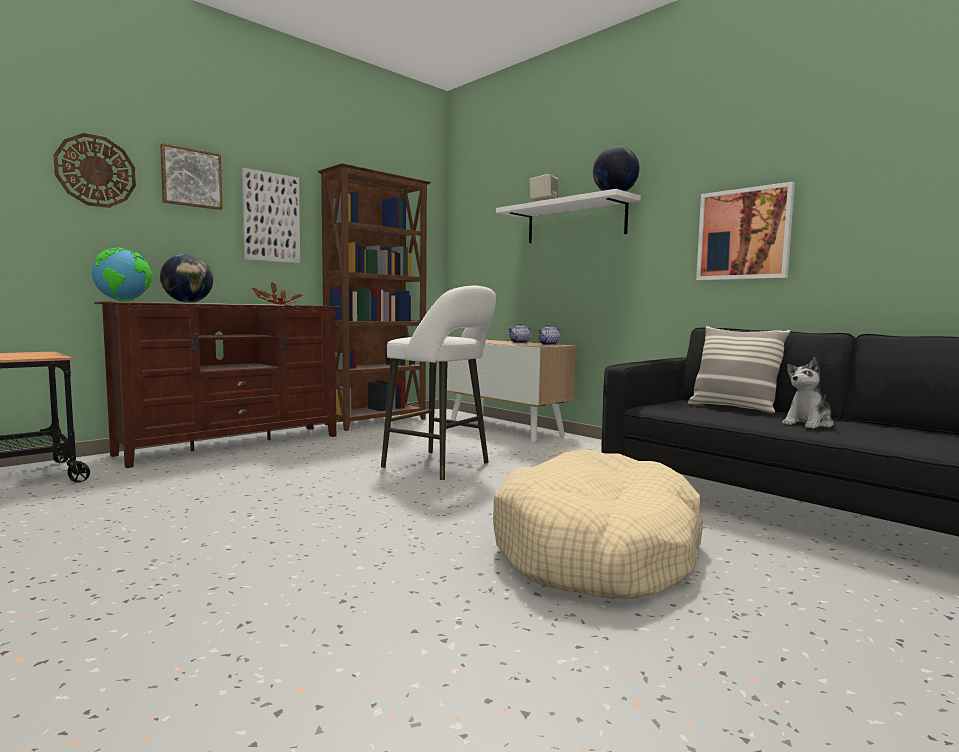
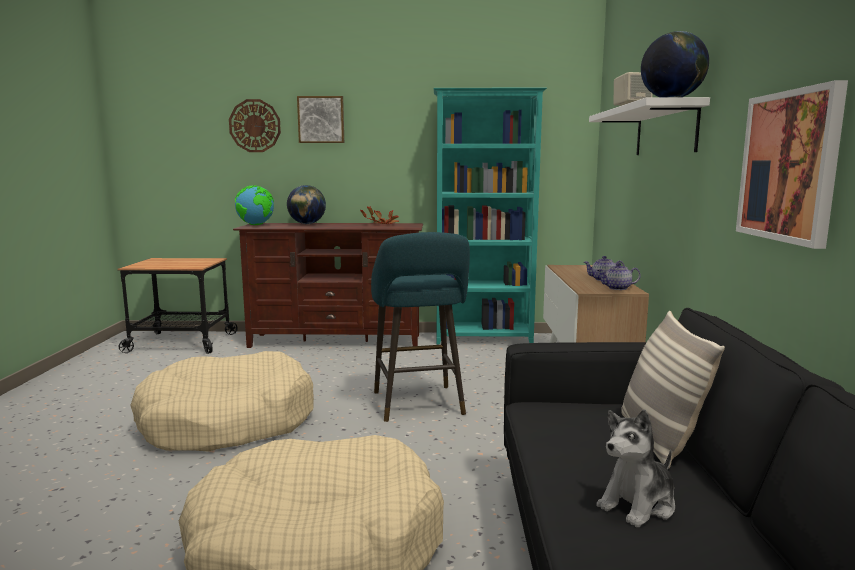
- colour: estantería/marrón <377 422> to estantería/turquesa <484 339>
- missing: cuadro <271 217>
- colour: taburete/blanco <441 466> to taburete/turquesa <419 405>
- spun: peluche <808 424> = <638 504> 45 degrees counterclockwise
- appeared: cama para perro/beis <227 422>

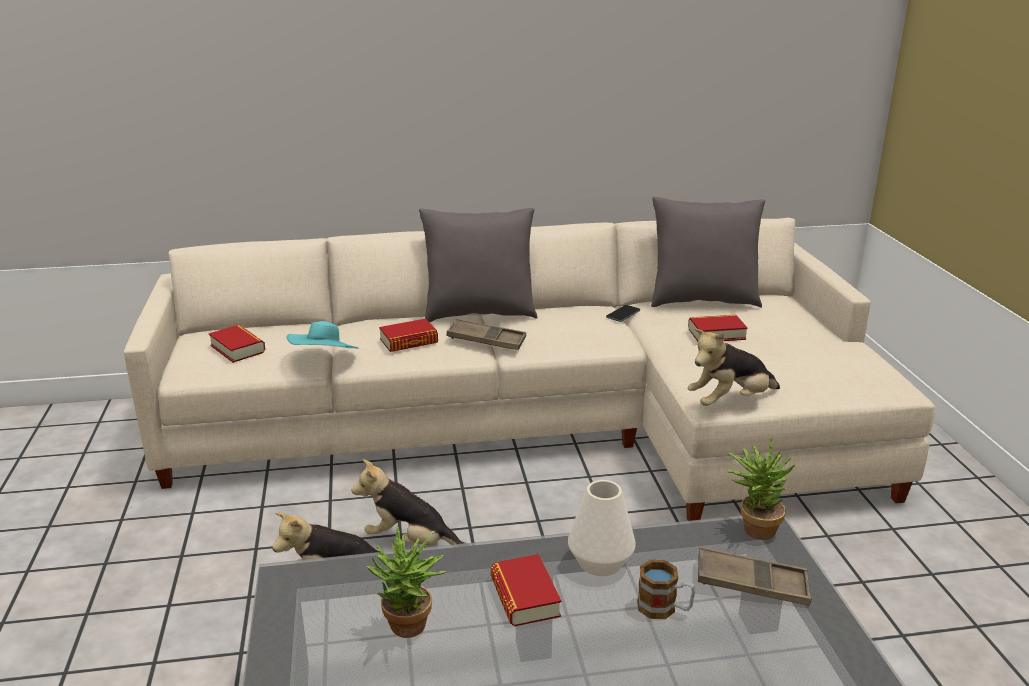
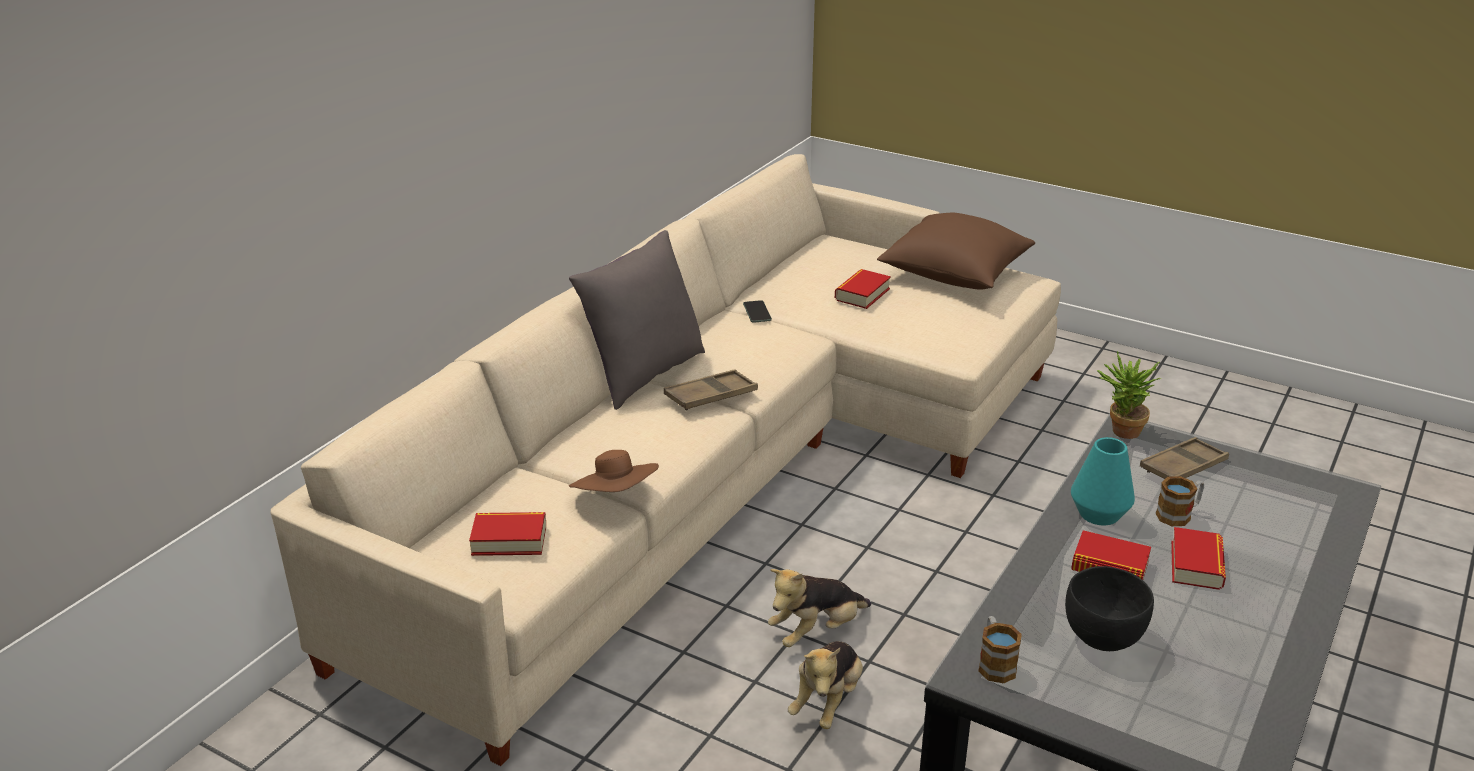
- missing: cojín/gris <702 301>
- relocated: libro <409 341> to <1196 565>
- colour: sombrero/turquesa <324 359> to sombrero/marrón <616 497>
- missing: peluche <730 402>
- colour: florero/blanco <600 562> to florero/turquesa <1099 514>
- exchanged: planta en maceta <409 631> to cuenco/negro <1102 638>
- appeared: cojín/marrón <954 274>
- appeared: taza grande <995 663>

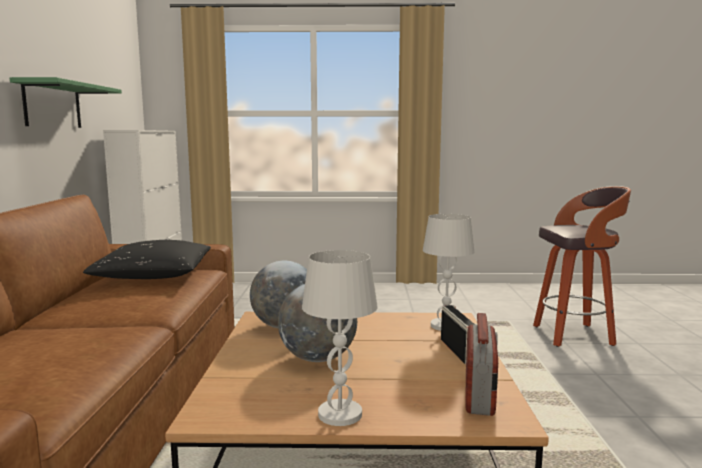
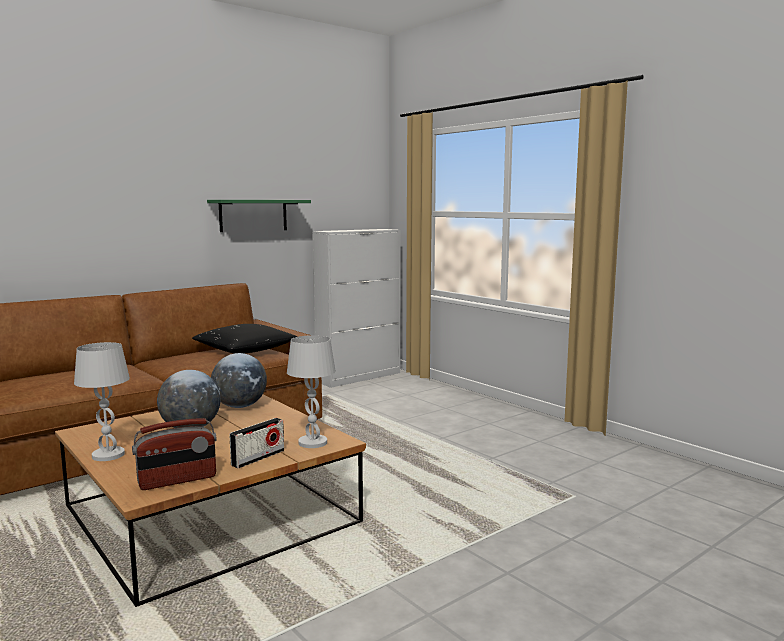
- missing: taburete <575 335>

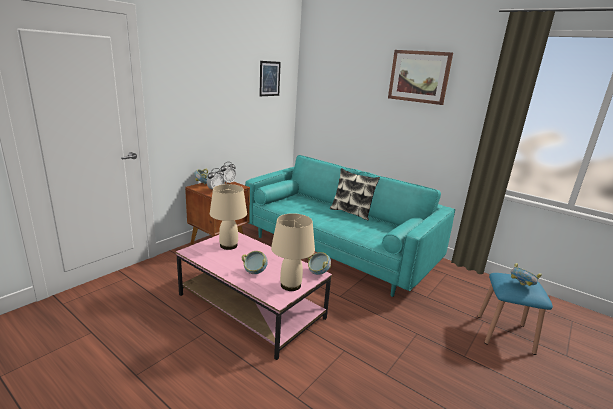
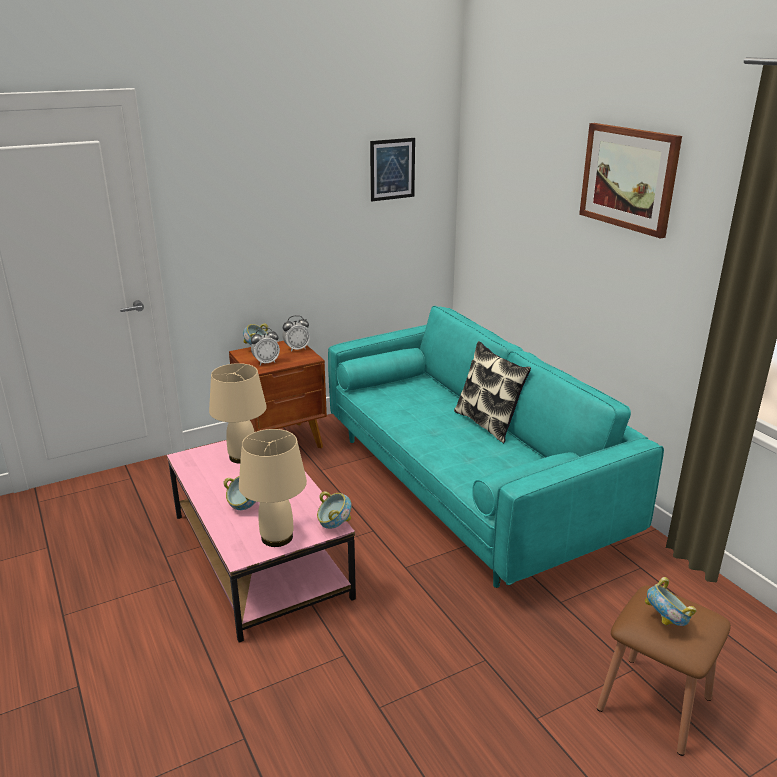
- colour: taburete/azul <504 334> to taburete/marrón <654 703>

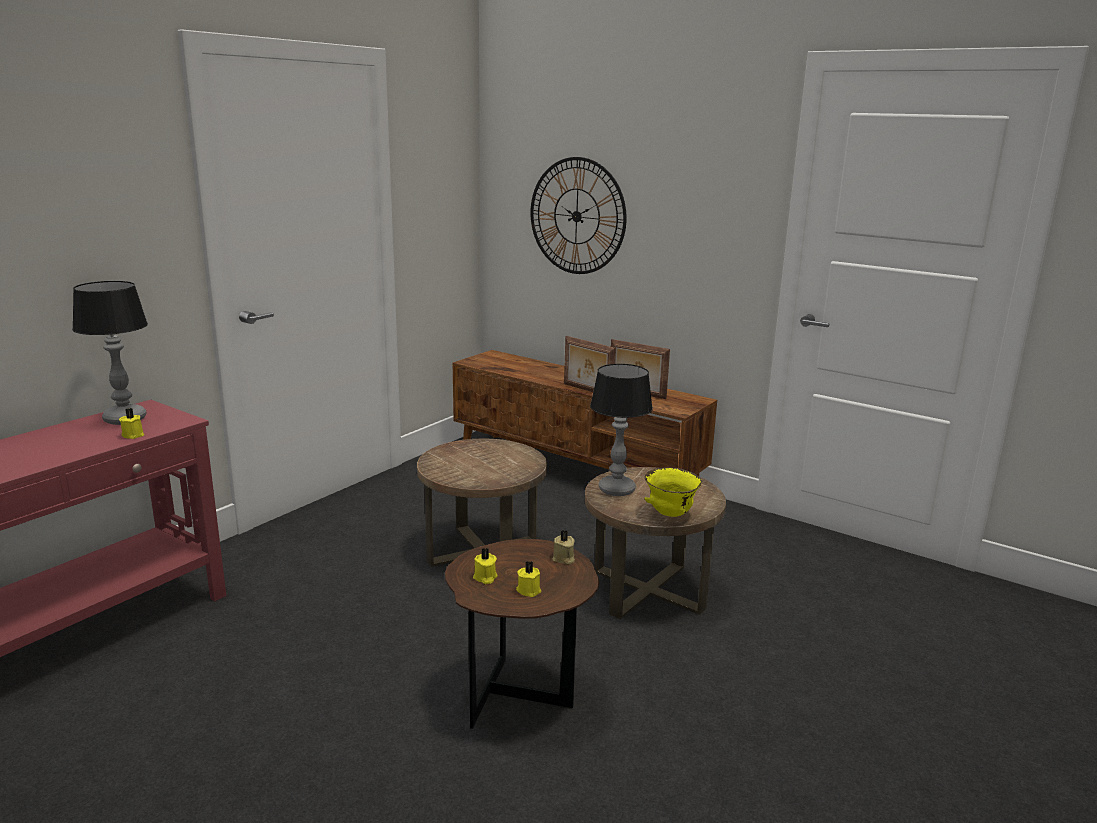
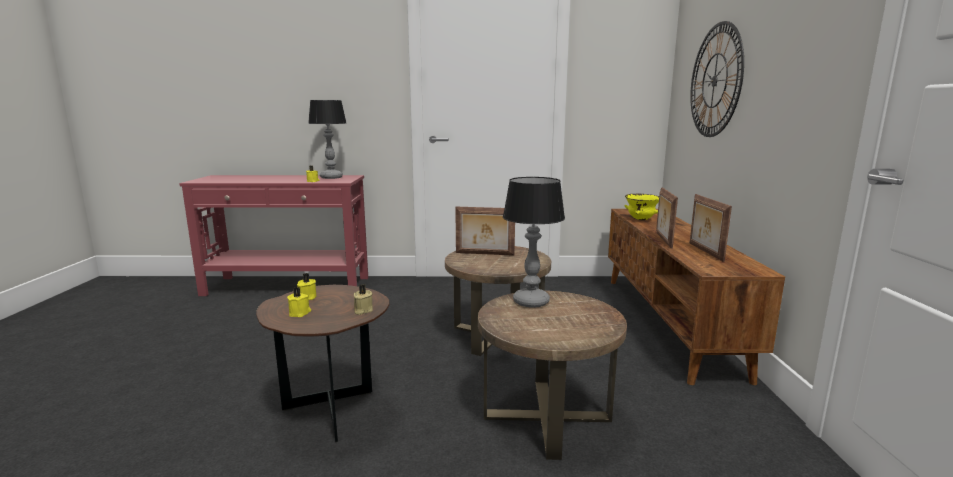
- relocated: cuenco/amarillo <670 514> to <640 220>
- appeared: portarretratos <484 254>

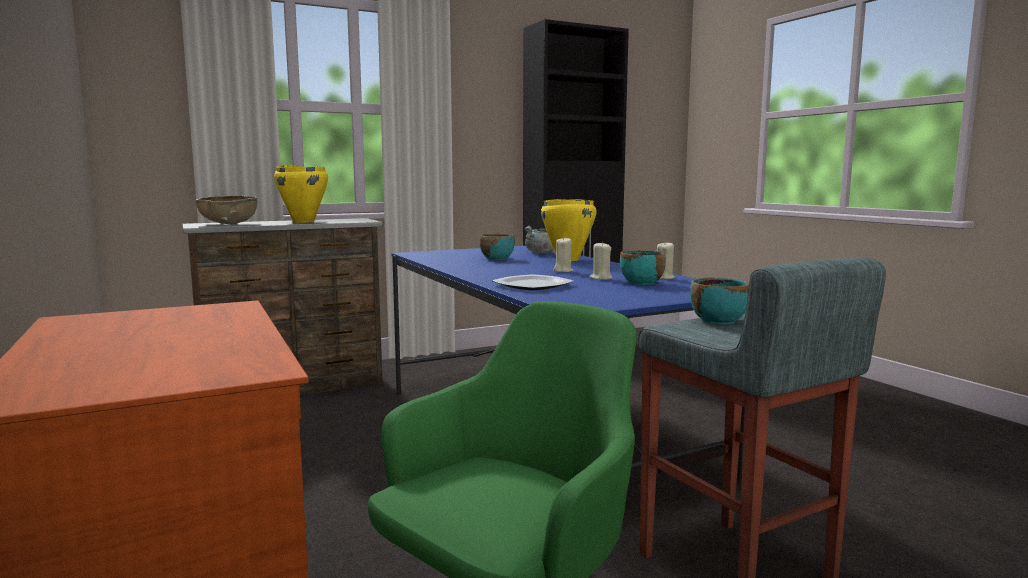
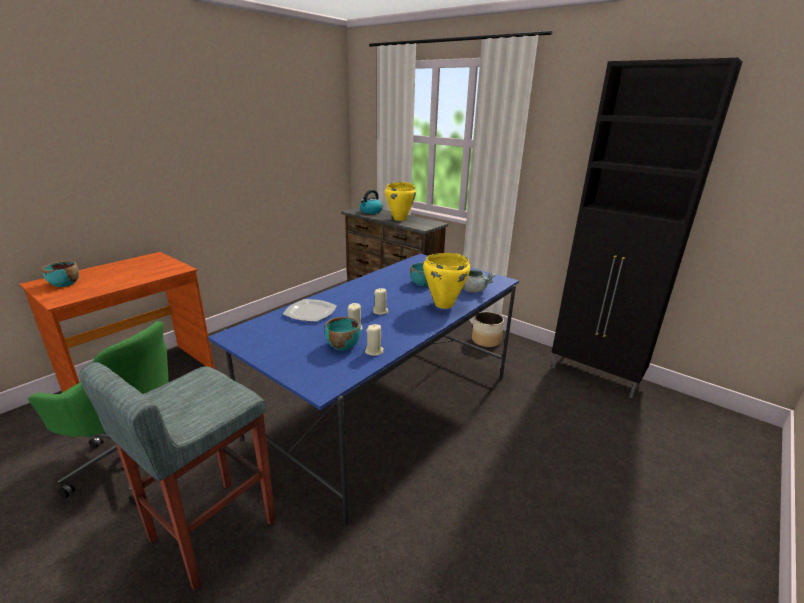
- exchanged: cuenco/marrón <229 223> to hervidor <371 211>
- relocated: cuenco/turquesa <719 320> to <64 284>
- appeared: maceta <486 341>

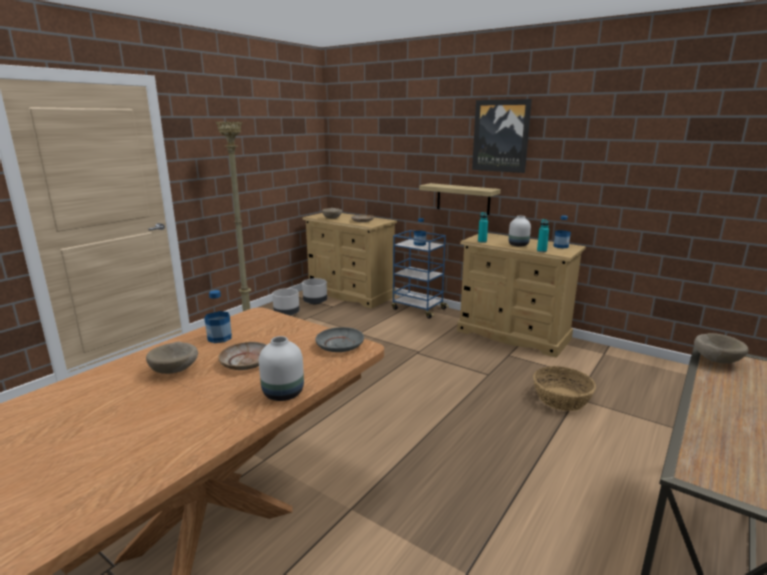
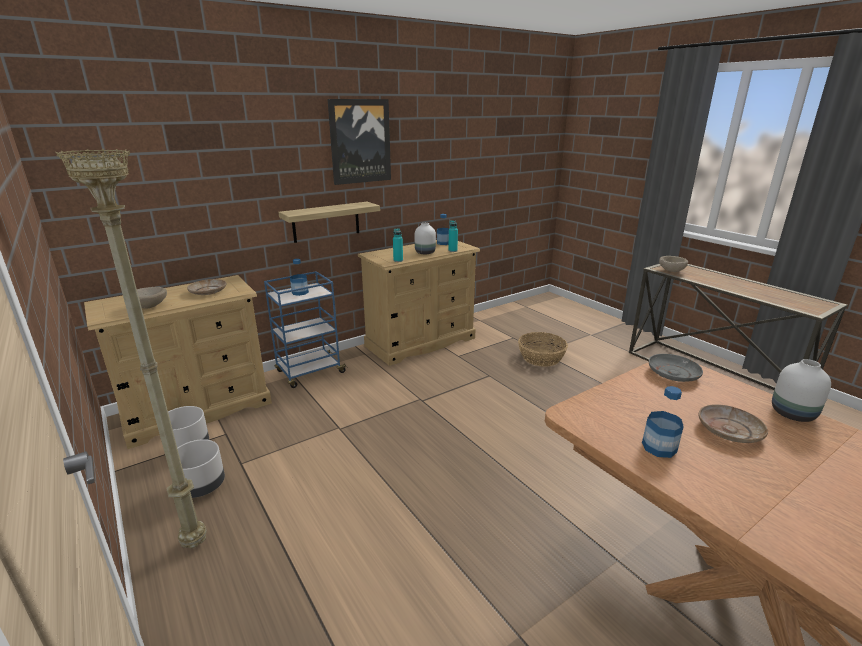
- missing: cuenco/beis <176 371>

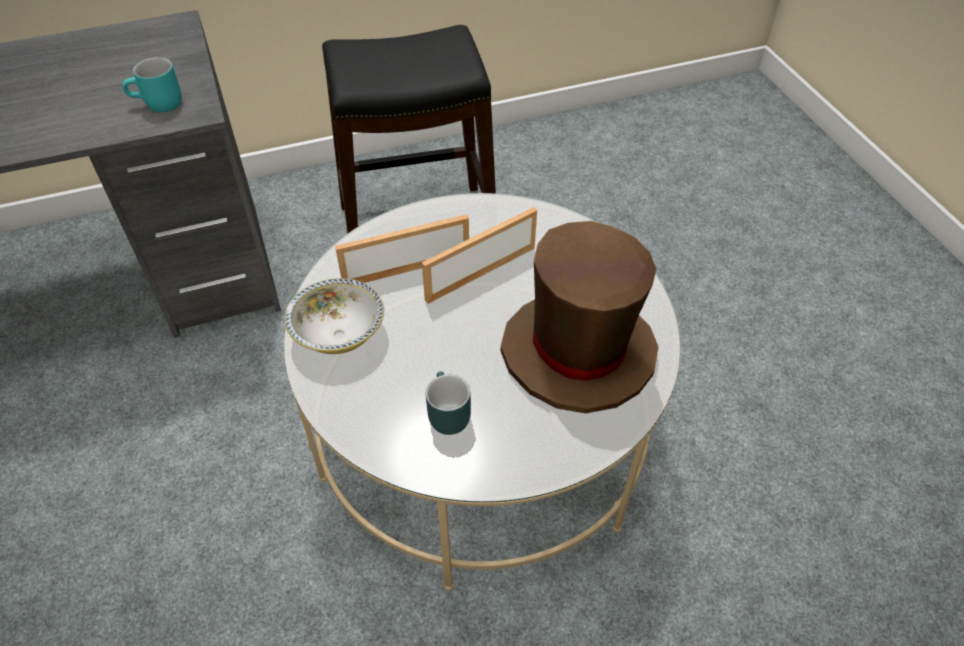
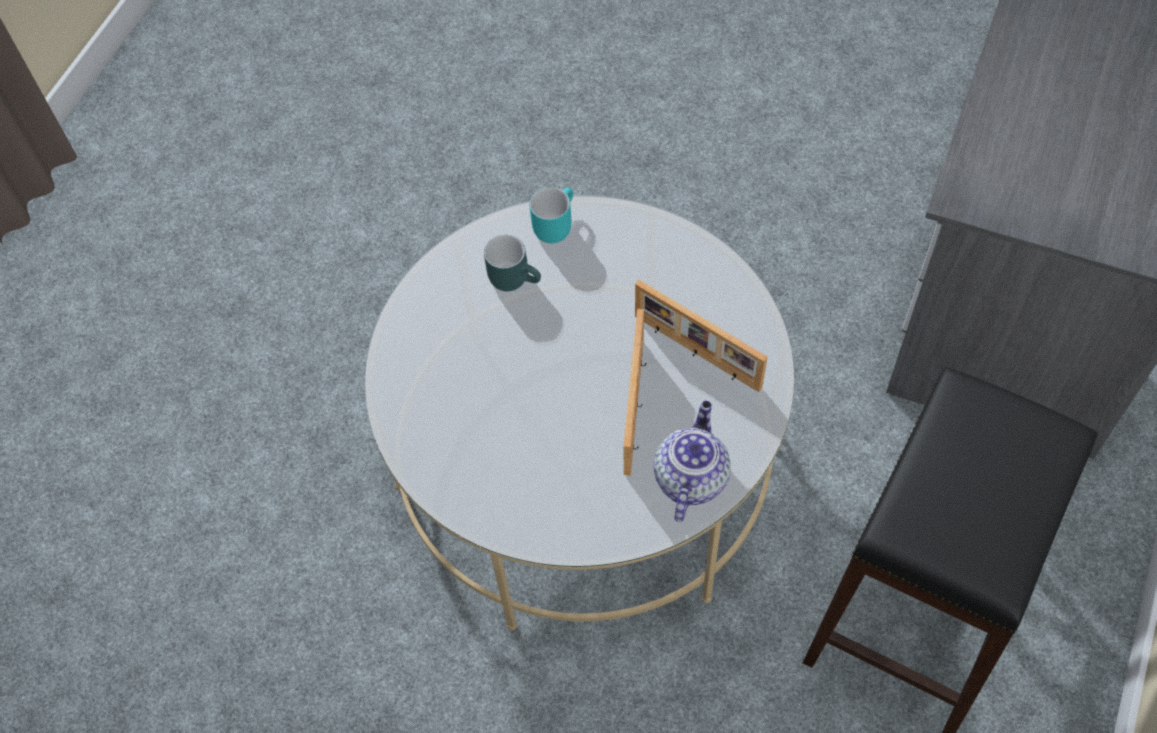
- relocated: taza grande/turquesa <158 105> to <553 224>
- spun: portarretratos <406 268> = <696 353> 105 degrees clockwise
- missing: sombrero/marrón <578 352>
- missing: cuenco <339 334>
- appeared: tetera <690 477>

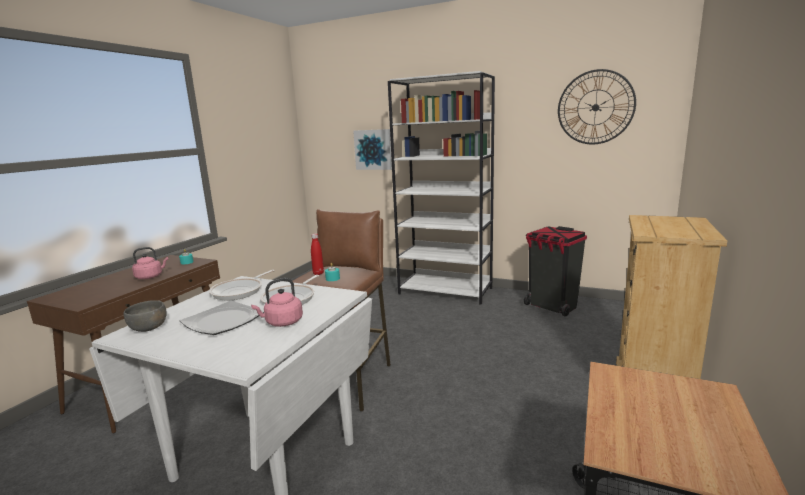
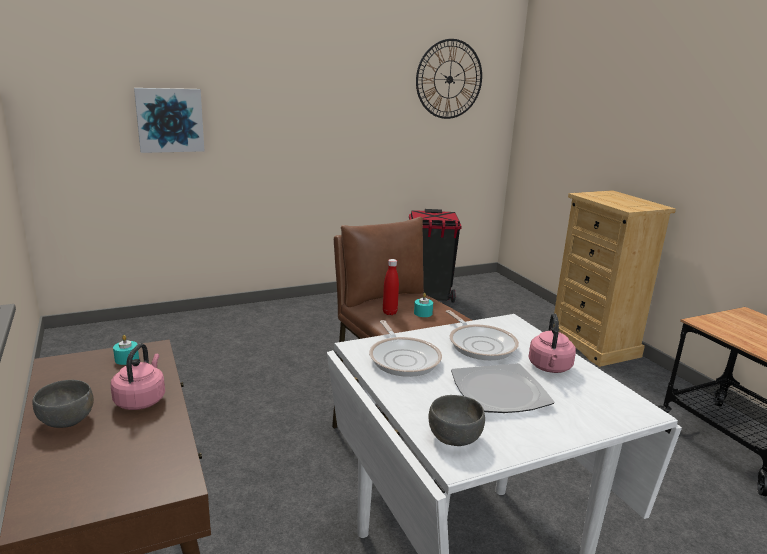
- missing: estantería/blanco <446 291>
- appeared: cuenco/gris <67 420>

